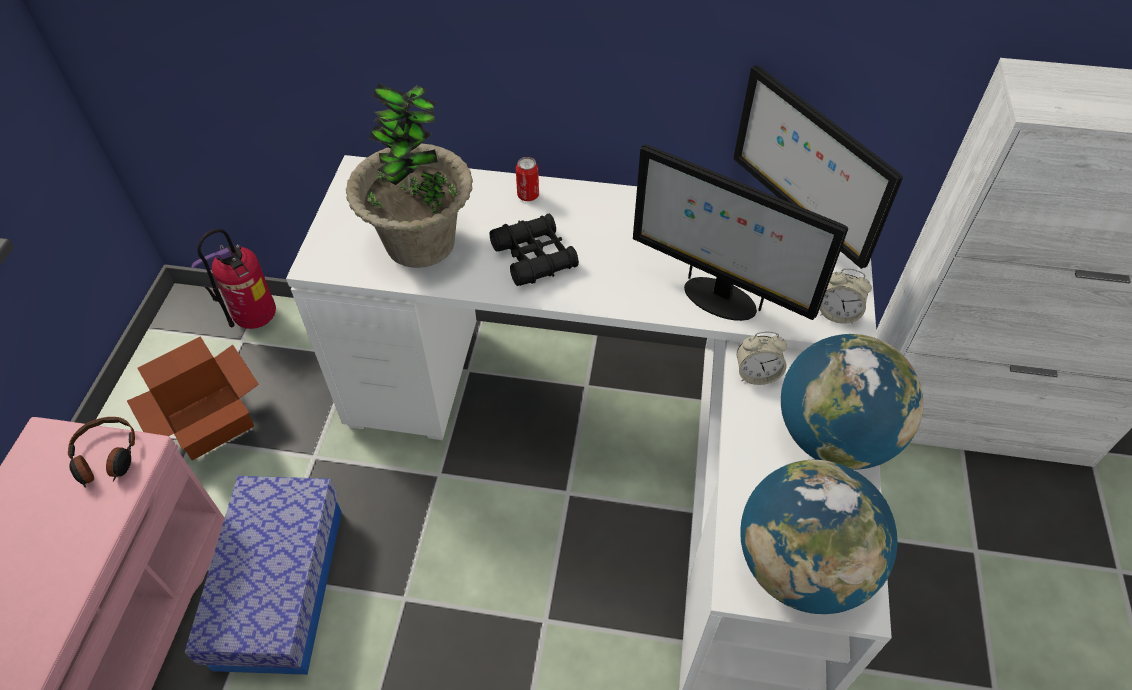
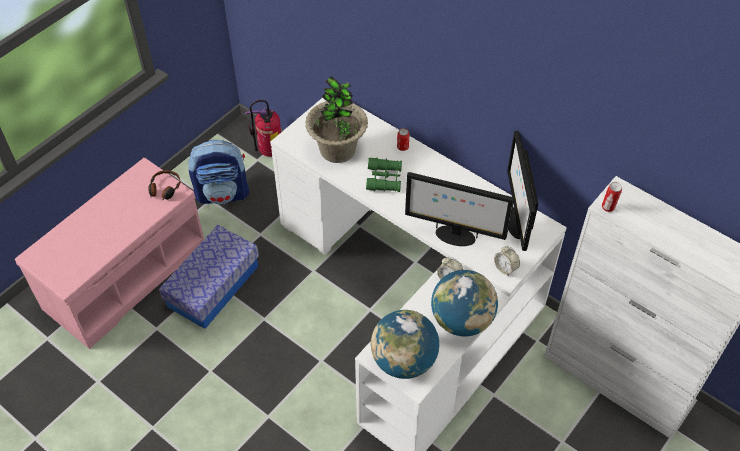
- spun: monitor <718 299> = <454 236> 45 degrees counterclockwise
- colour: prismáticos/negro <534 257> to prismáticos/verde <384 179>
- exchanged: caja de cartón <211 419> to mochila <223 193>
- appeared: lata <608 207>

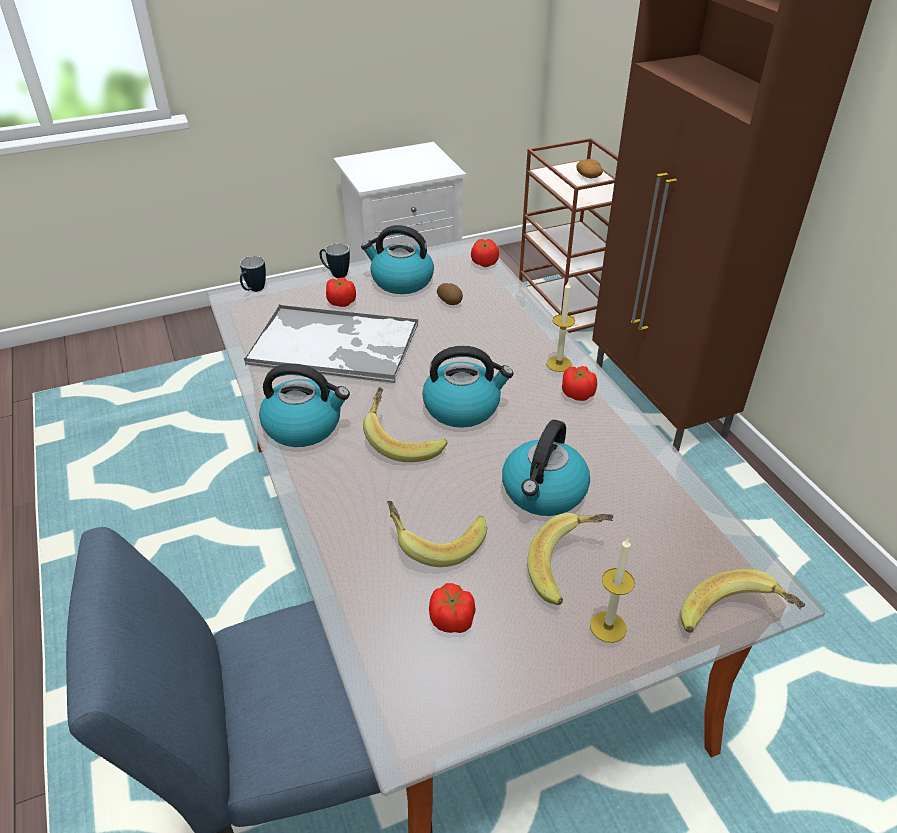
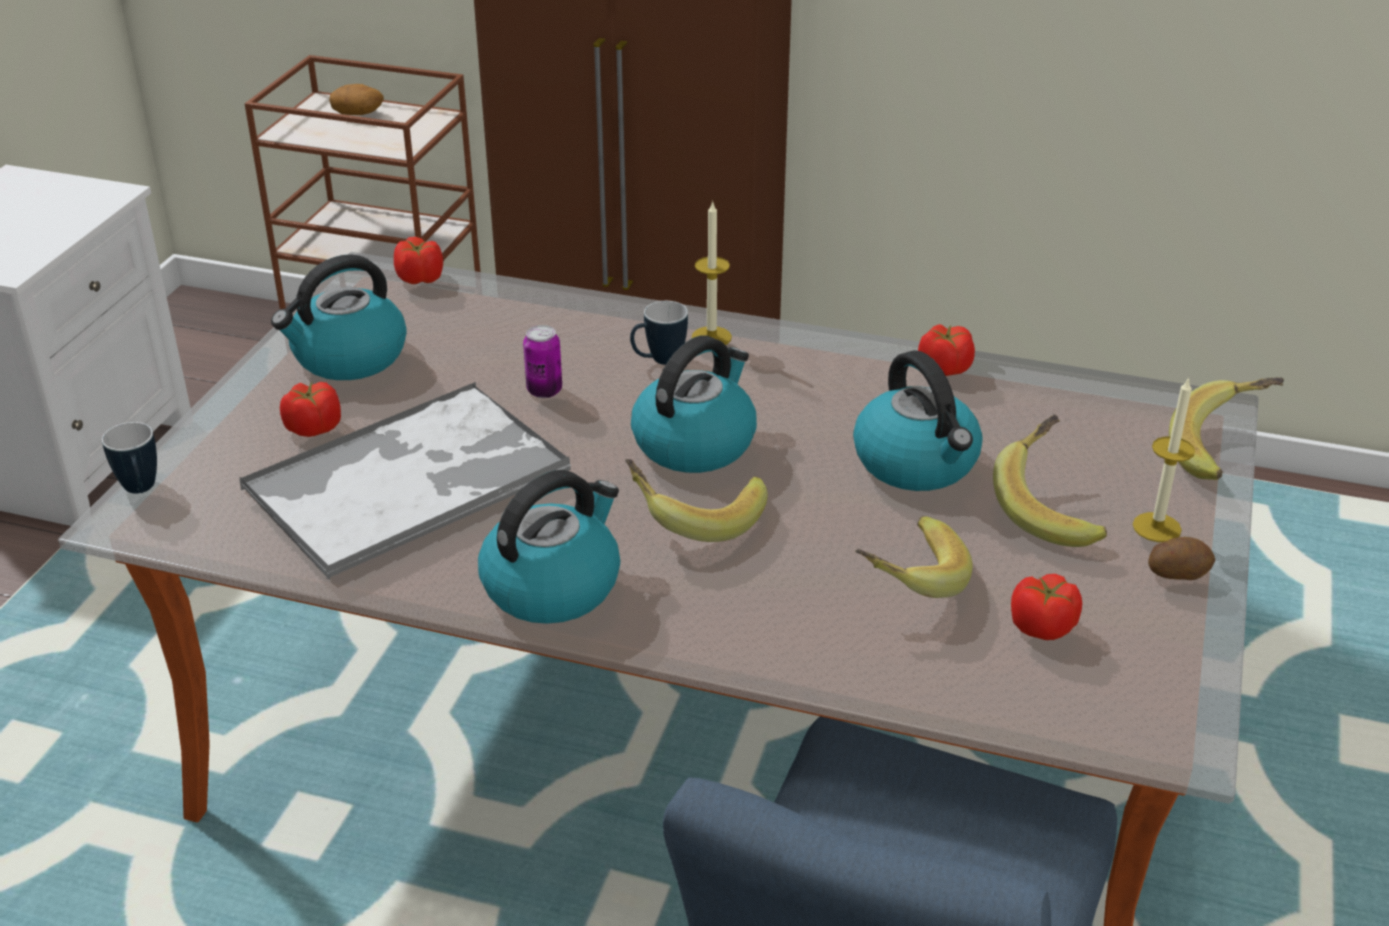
- relocated: taza grande <335 274> to <658 361>
- relocated: patata <450 301> to <1177 573>
- relocated: tomate <577 394> to <944 368>
- appeared: lata <544 391>

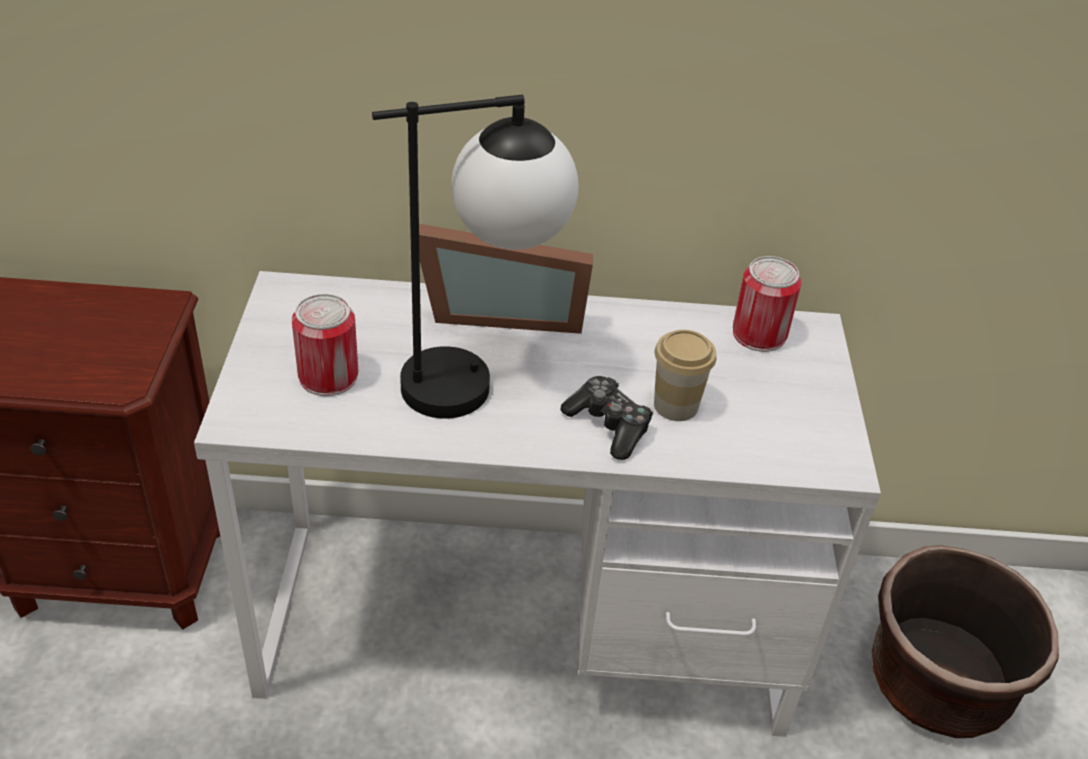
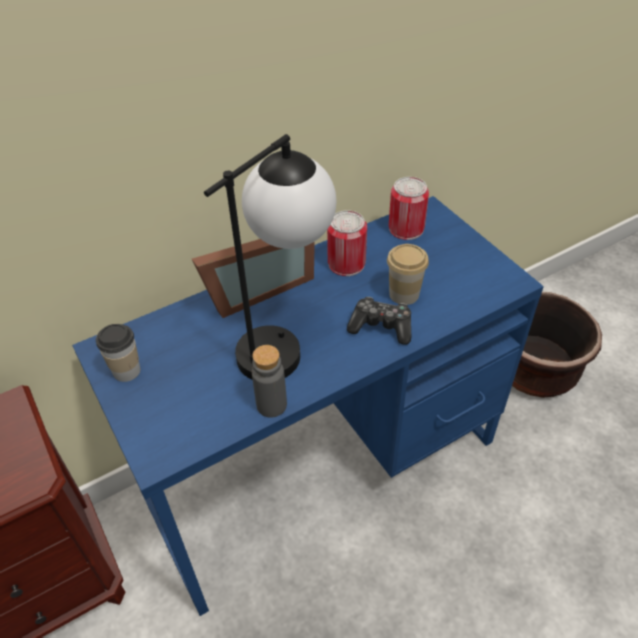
- colour: escritorio/blanco <527 625> to escritorio/azul <322 466>
- relocated: lata <328 376> to <346 263>
- appeared: taza <127 371>
- appeared: botella/gris <271 405>

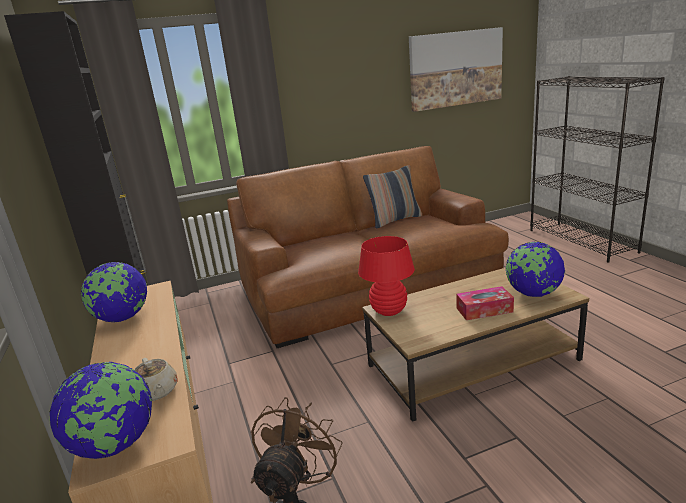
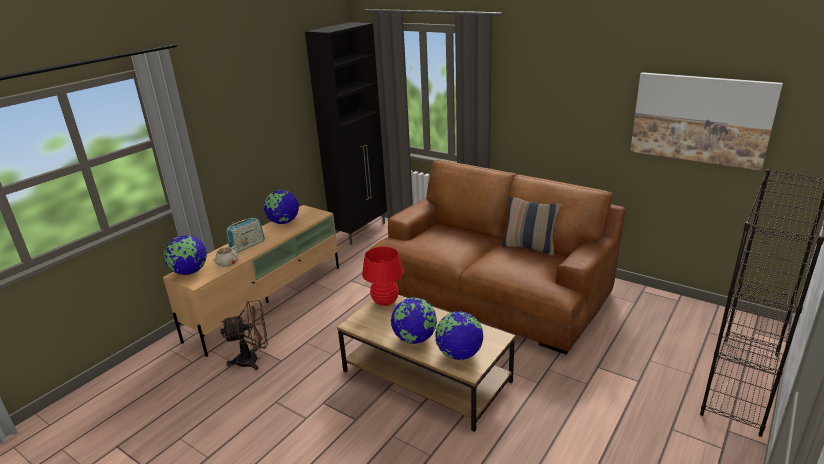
- exchanged: caja de pañuelos <484 310> to globo terráqueo <415 339>
- appeared: radio <247 245>

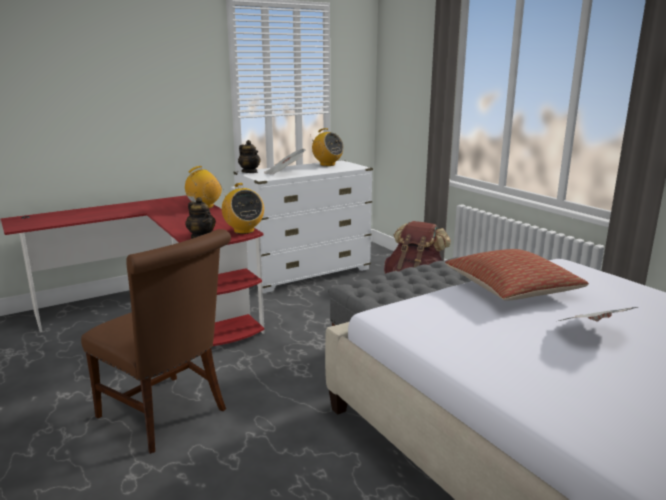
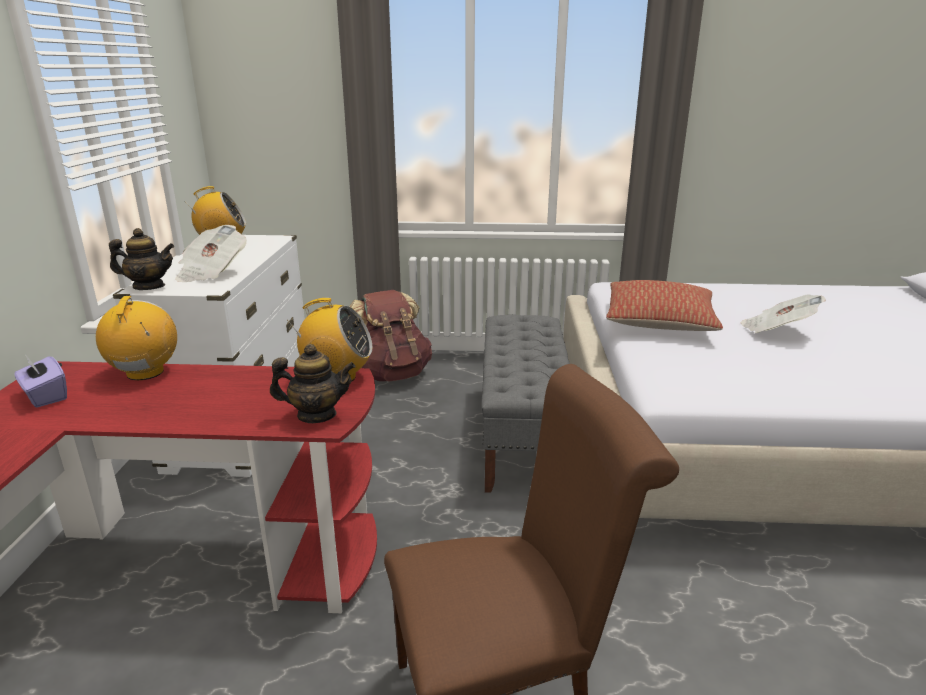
- appeared: caja de pañuelos/morado <45 396>

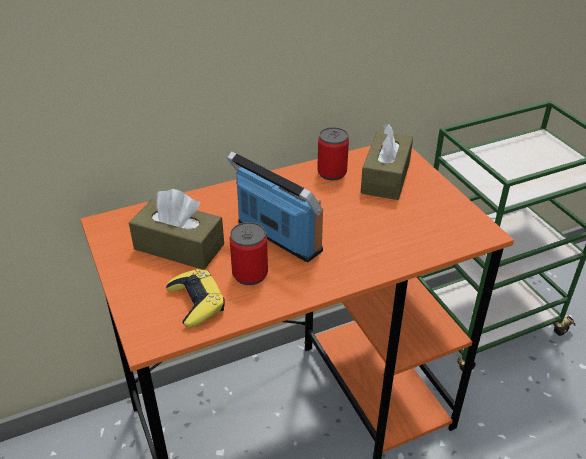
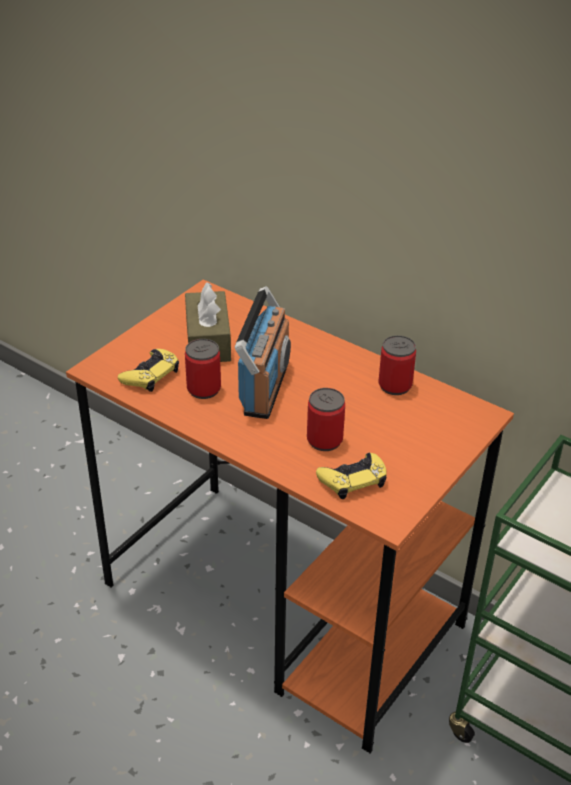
- missing: caja de pañuelos/marrón <385 177>
- appeared: lata <324 440>
- appeared: mando de consola/amarillo <353 479>

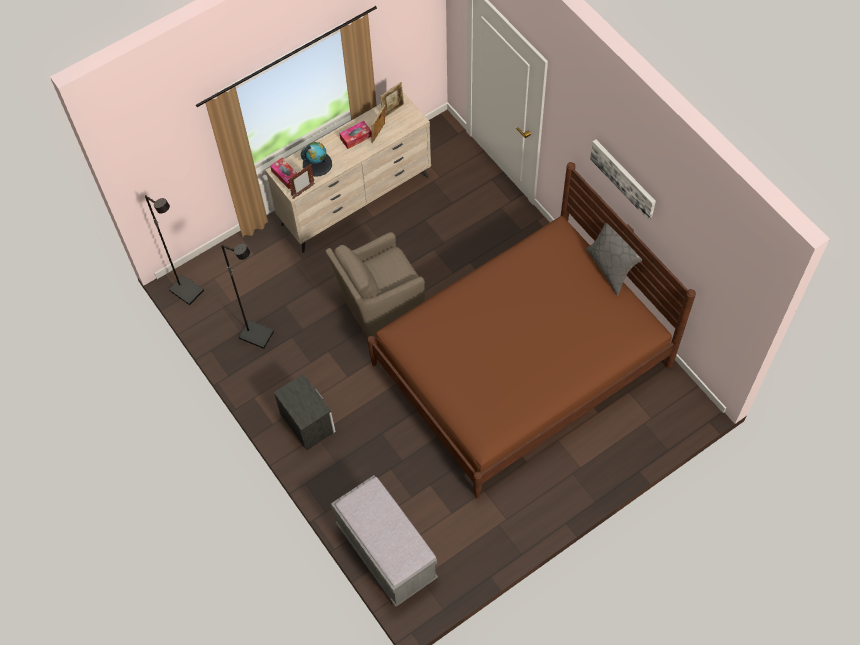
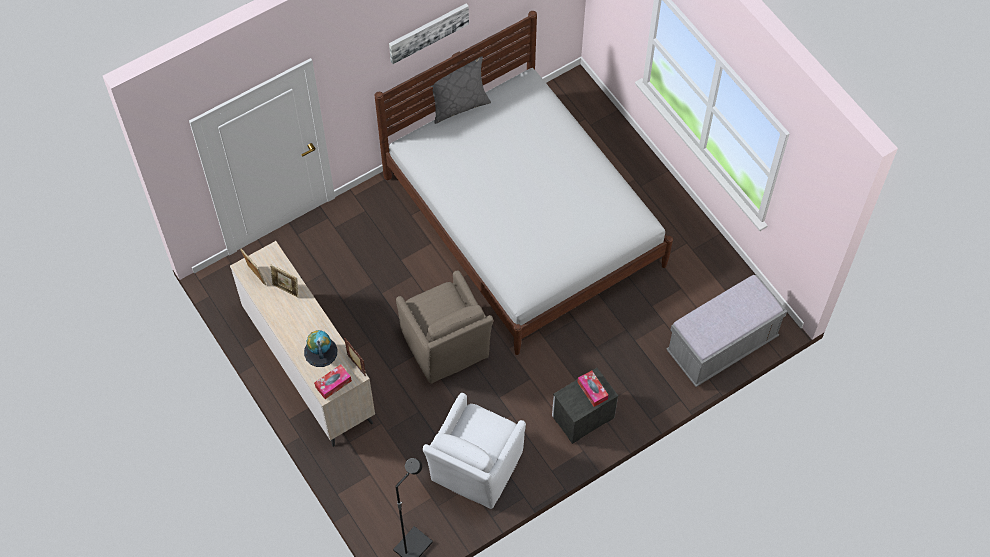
- relocated: caja de pañuelos <356 137> to <592 390>
- colour: cama/marrón <521 364> to cama/blanco <524 221>
- exchanged: lámpara de pie/negro <257 334> to sillón/blanco <475 468>

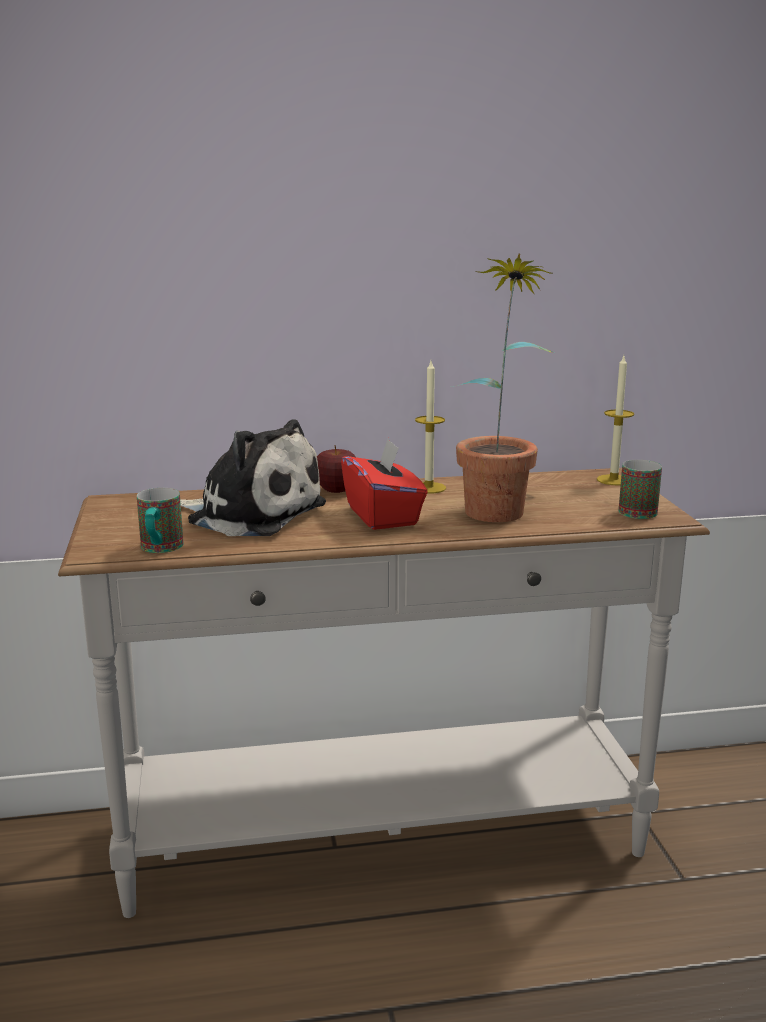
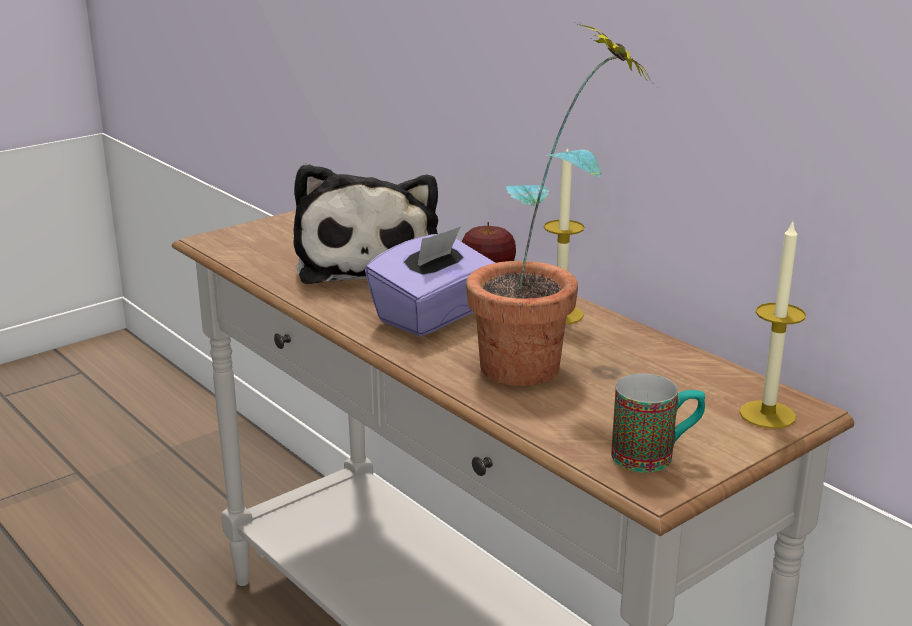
- colour: caja de pañuelos/rojo <383 516> to caja de pañuelos/morado <433 316>
- missing: taza grande <159 549>

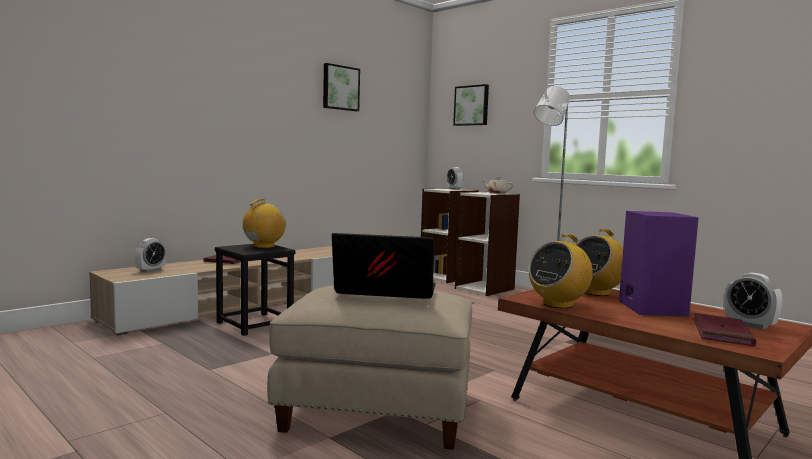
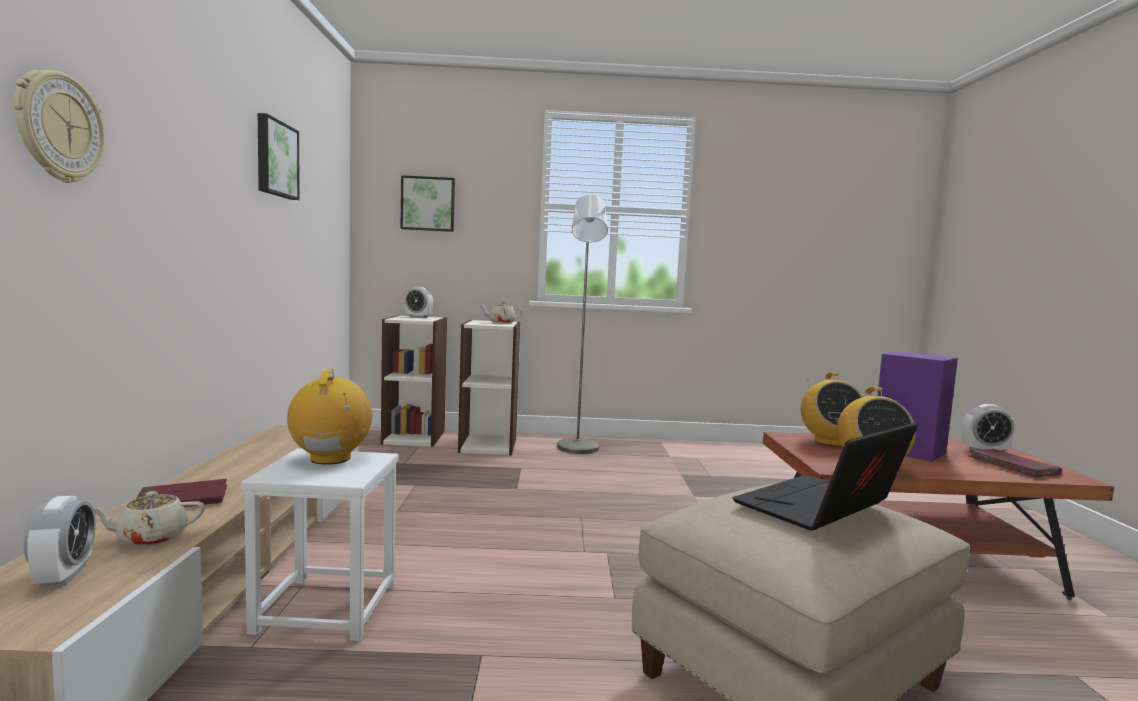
- colour: taburete/negro <254 324> to taburete/blanco <325 608>
- appeared: reloj de pared <58 127>
- appeared: tetera/beis <150 538>

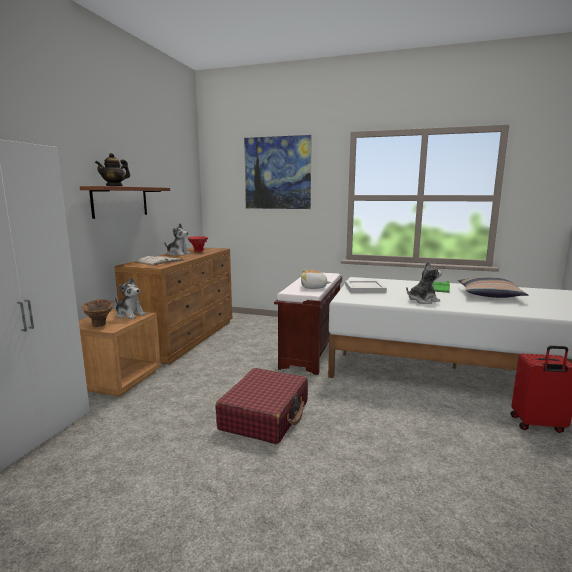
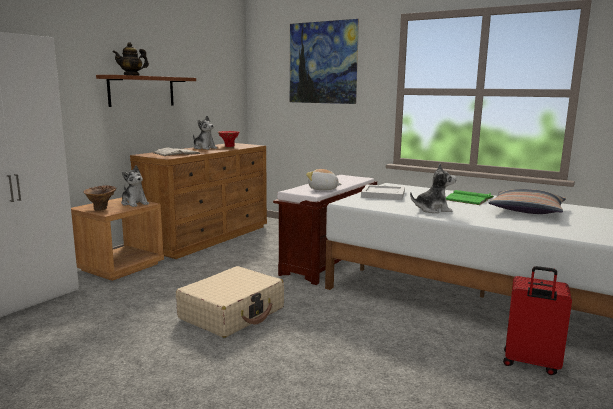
- colour: maleta/rojo <265 415> to maleta/beis <232 313>

